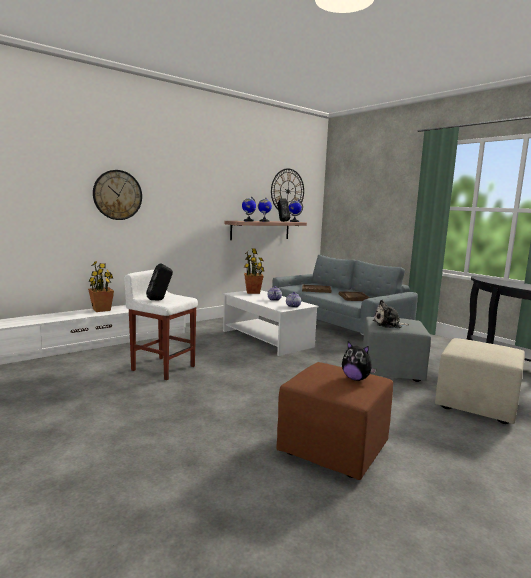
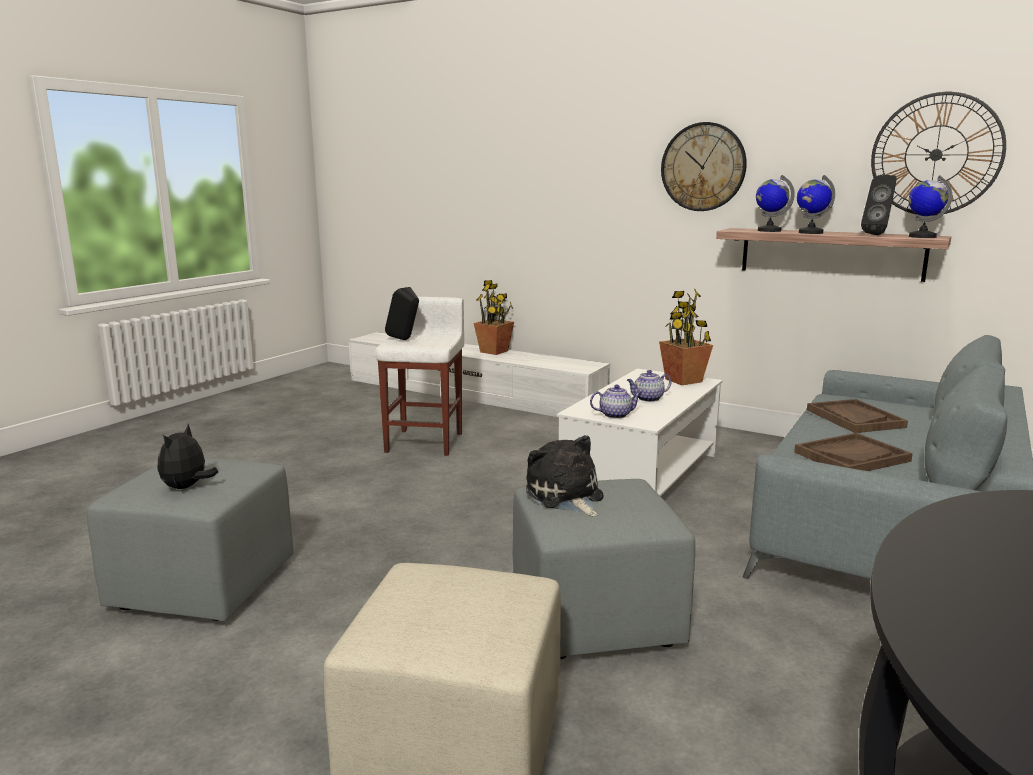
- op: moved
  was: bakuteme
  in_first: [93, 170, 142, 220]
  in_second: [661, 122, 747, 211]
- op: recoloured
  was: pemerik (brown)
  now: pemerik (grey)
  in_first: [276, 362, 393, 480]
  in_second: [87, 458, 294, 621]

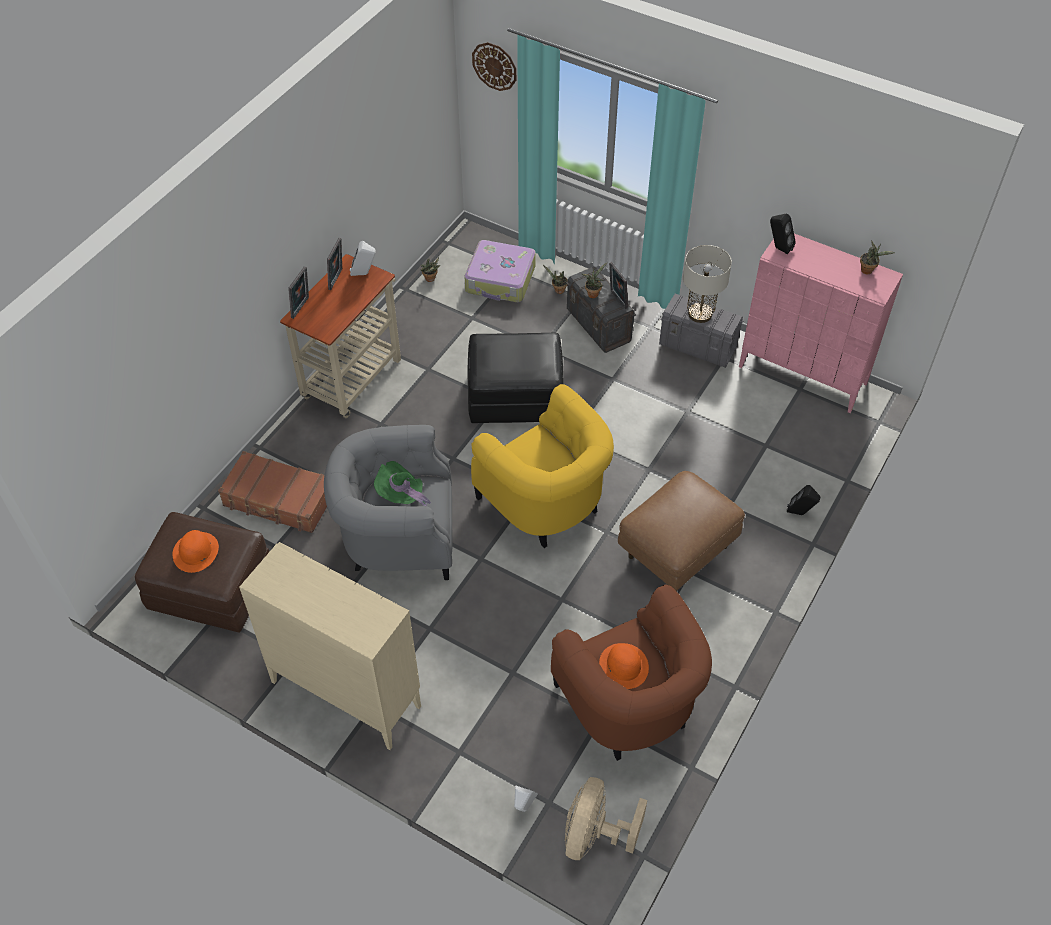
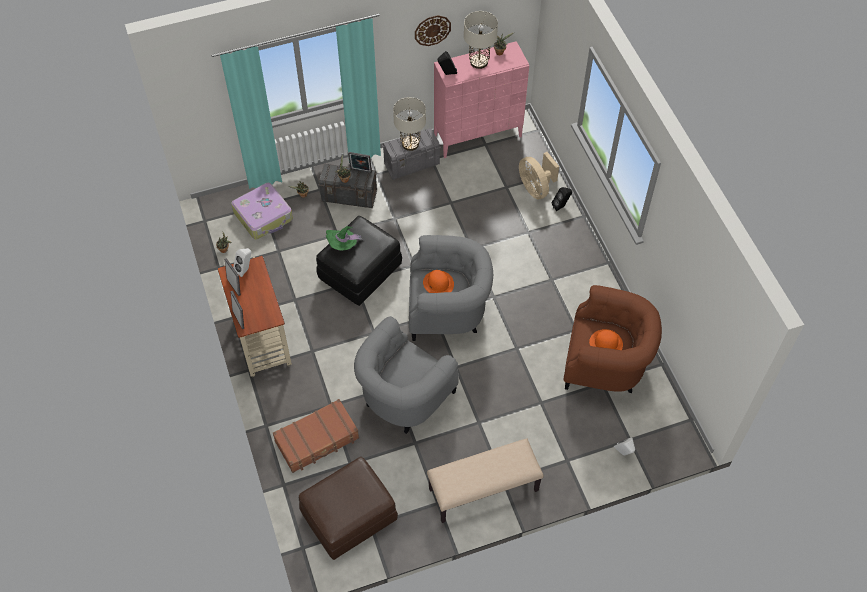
- op: moved
  was: bakuteme
  in_first: [472, 42, 516, 91]
  in_second: [415, 15, 451, 46]
- op: recoloured
  was: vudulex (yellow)
  now: vudulex (grey)
  in_first: [471, 384, 614, 548]
  in_second: [409, 235, 493, 341]
- op: moved
  was: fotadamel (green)
  in_first: [374, 461, 431, 506]
  in_second: [325, 226, 364, 251]
- op: removed
  was: pemerik (brown)
  in_first: [618, 471, 745, 591]
- op: moved
  was: fotadamel (orange)
  in_first: [173, 530, 219, 573]
  in_second: [423, 270, 454, 293]
- op: replaced
  was: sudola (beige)
  now: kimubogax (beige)
  in_first: [239, 542, 421, 750]
  in_second: [427, 438, 543, 523]
- op: moved
  was: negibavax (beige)
  in_first: [565, 777, 647, 860]
  in_second: [519, 152, 559, 199]
- op: added
  now: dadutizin
  in_second: [464, 11, 498, 69]

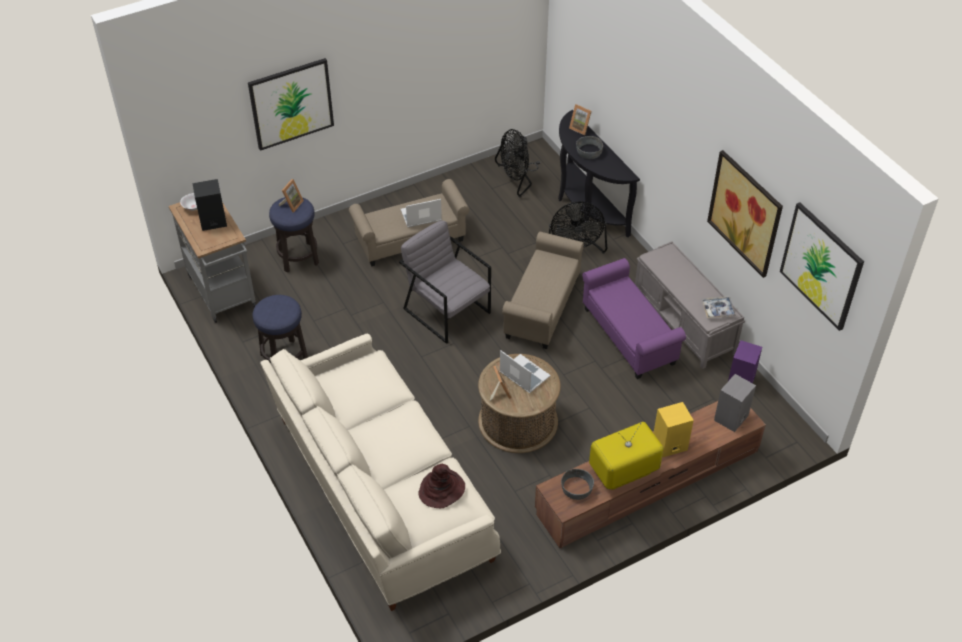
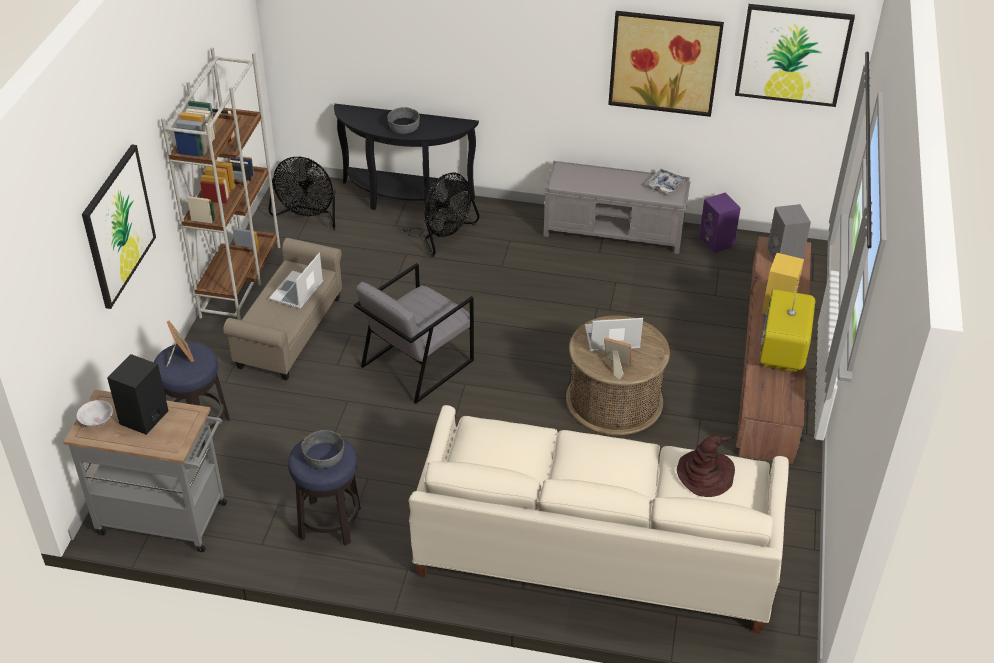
- op: removed
  was: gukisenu
  in_first: [569, 104, 591, 135]
- op: turned
  was: vudulex (grey)
  in_first: [399, 221, 491, 344]
  in_second: [354, 263, 474, 404]
  clockwise: -45
- op: removed
  was: pemerik (beige)
  in_first: [502, 231, 584, 349]
- op: removed
  was: pemerik (purple)
  in_first: [582, 258, 686, 379]
- op: moved
  was: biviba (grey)
  in_first: [561, 469, 594, 500]
  in_second: [301, 430, 344, 469]
- op: added
  now: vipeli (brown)
  in_second: [161, 48, 280, 320]

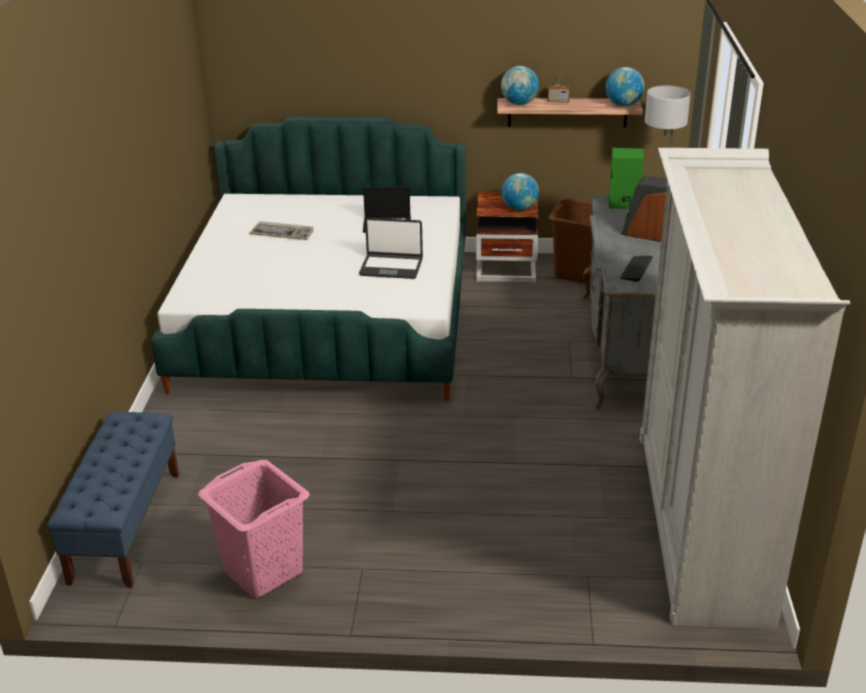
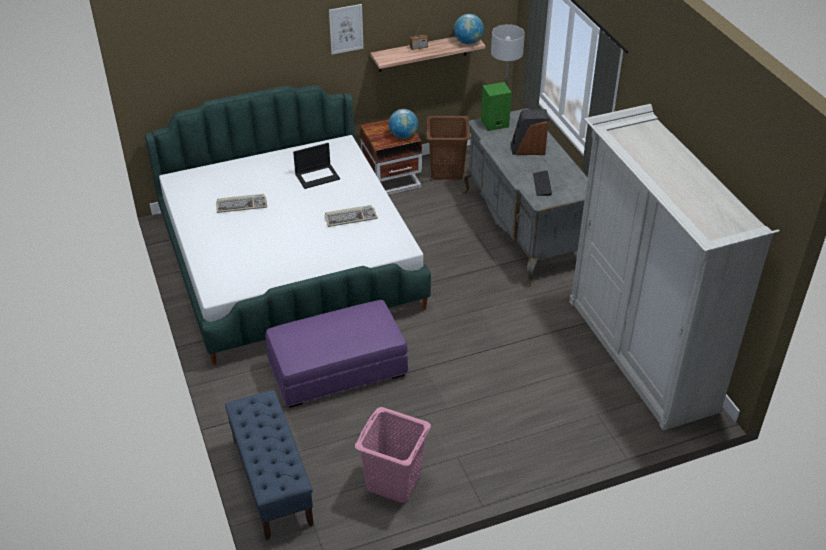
- op: removed
  was: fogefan
  in_first: [501, 66, 539, 105]
- op: replaced
  was: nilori
  now: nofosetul
  in_first: [359, 218, 423, 279]
  in_second: [325, 205, 378, 227]
- op: added
  now: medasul
  in_second: [329, 4, 364, 55]
- op: added
  now: pemerik (purple)
  in_second: [265, 300, 408, 408]

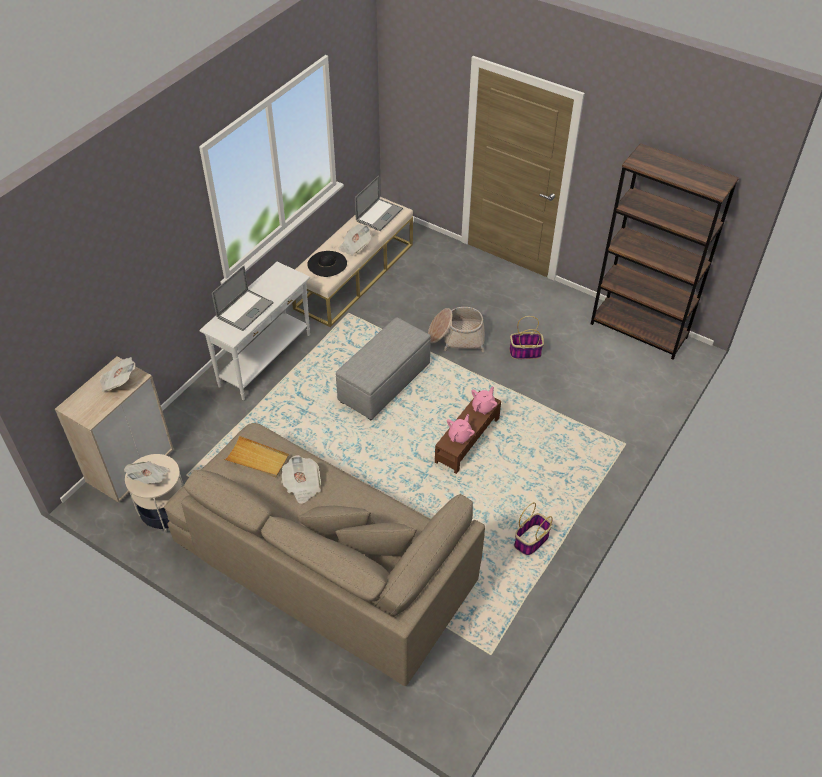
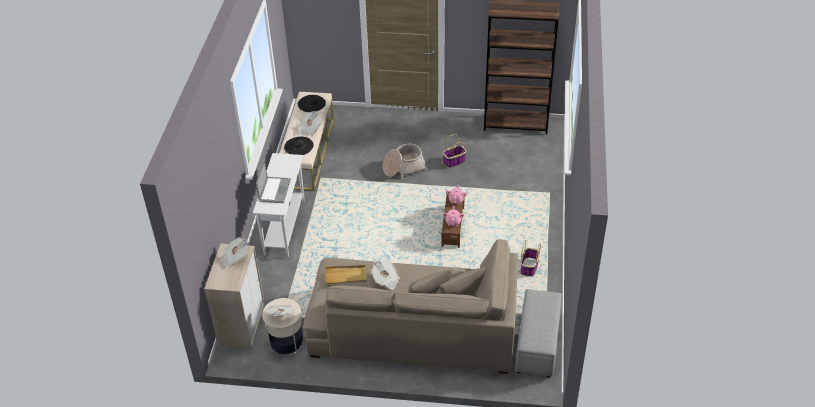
- op: replaced
  was: nilori
  now: fotadamel (black)
  in_first: [355, 176, 403, 231]
  in_second: [298, 95, 326, 112]
- op: moved
  was: pemerik (grey)
  in_first: [336, 317, 431, 420]
  in_second: [515, 289, 562, 378]

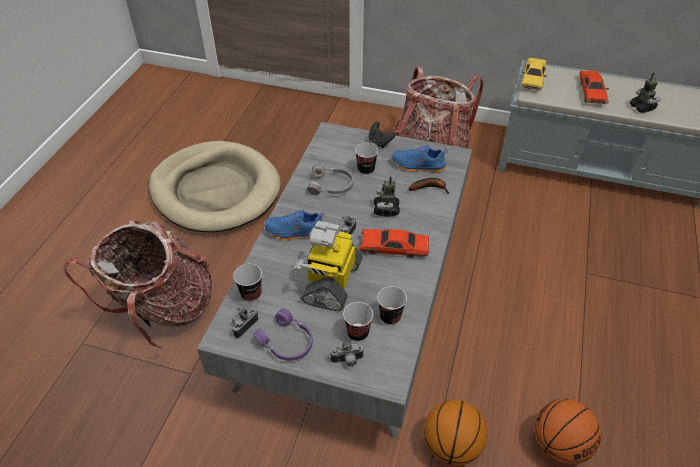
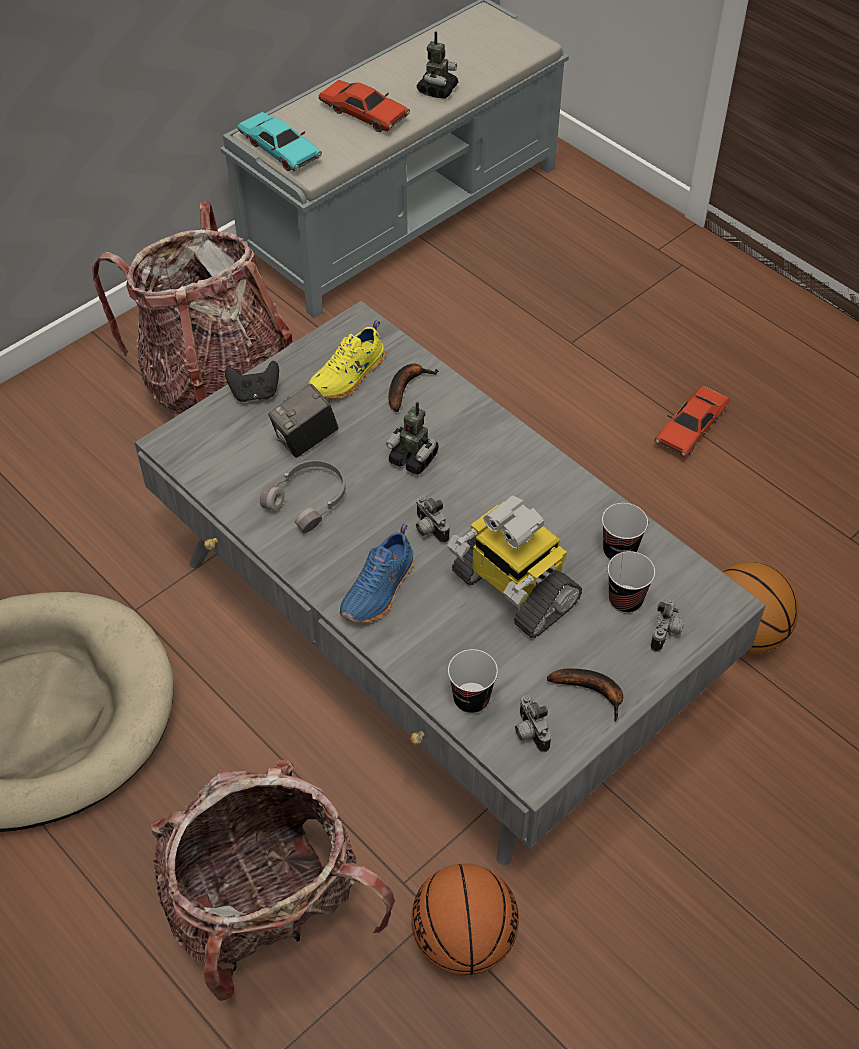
- op: recoloured
  was: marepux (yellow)
  now: marepux (turquoise)
  in_first: [521, 58, 547, 91]
  in_second: [237, 112, 322, 171]
- op: turned
  was: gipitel
  in_first: [630, 73, 661, 113]
  in_second: [417, 31, 458, 99]
  clockwise: 105
- op: replaced
  was: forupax
  now: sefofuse
  in_first: [355, 143, 378, 175]
  in_second: [268, 384, 338, 458]
- op: recoloured
  was: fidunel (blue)
  now: fidunel (yellow)
  in_first: [391, 145, 448, 173]
  in_second: [308, 320, 385, 399]
- op: moved
  was: marepux (red)
  in_first: [360, 226, 429, 258]
  in_second: [654, 385, 730, 458]
- op: replaced
  was: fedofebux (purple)
  now: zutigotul
  in_first: [253, 308, 313, 361]
  in_second: [547, 668, 623, 722]
- op: moved
  was: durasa
  in_first: [535, 399, 601, 465]
  in_second: [411, 863, 519, 976]

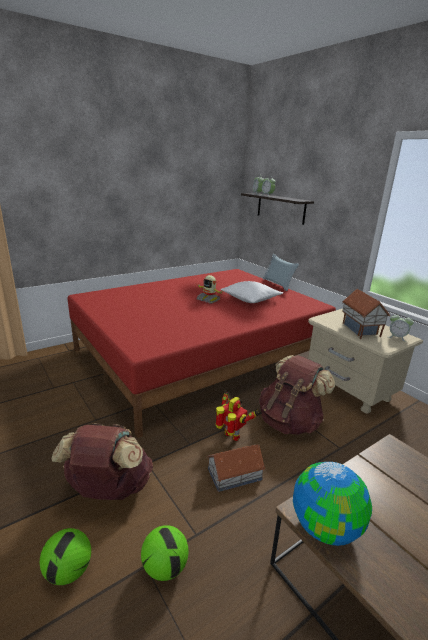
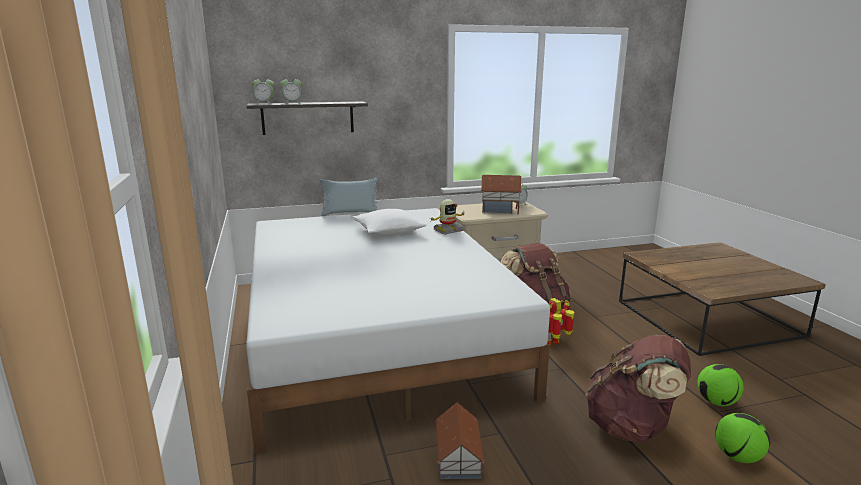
- op: recoloured
  was: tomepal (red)
  now: tomepal (white)
  in_first: [67, 269, 336, 438]
  in_second: [246, 208, 550, 454]
- op: moved
  was: gipitel
  in_first: [196, 275, 224, 303]
  in_second: [431, 199, 464, 234]
- op: moved
  was: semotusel
  in_first: [207, 444, 266, 492]
  in_second: [435, 402, 485, 479]
- op: removed
  was: fogefan
  in_first: [293, 462, 372, 546]

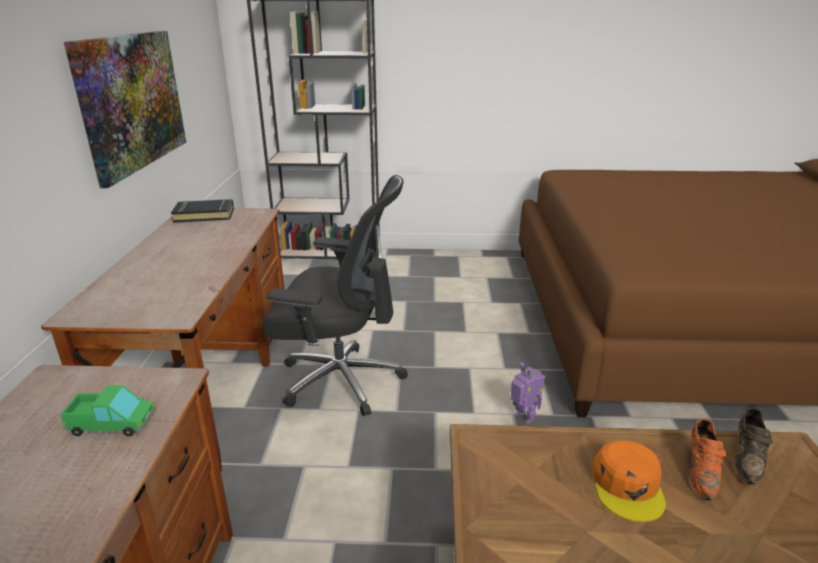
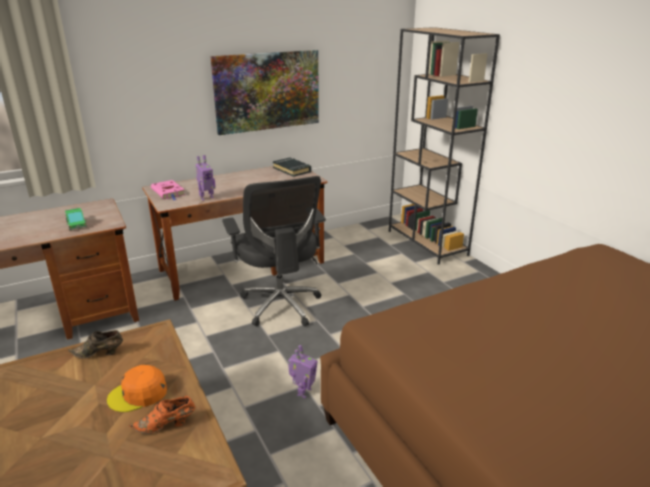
- op: moved
  was: fidunel (brown)
  in_first: [734, 408, 773, 484]
  in_second: [68, 330, 123, 359]
- op: added
  now: gipitel
  in_second: [196, 155, 216, 200]
- op: added
  now: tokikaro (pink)
  in_second: [151, 180, 185, 200]

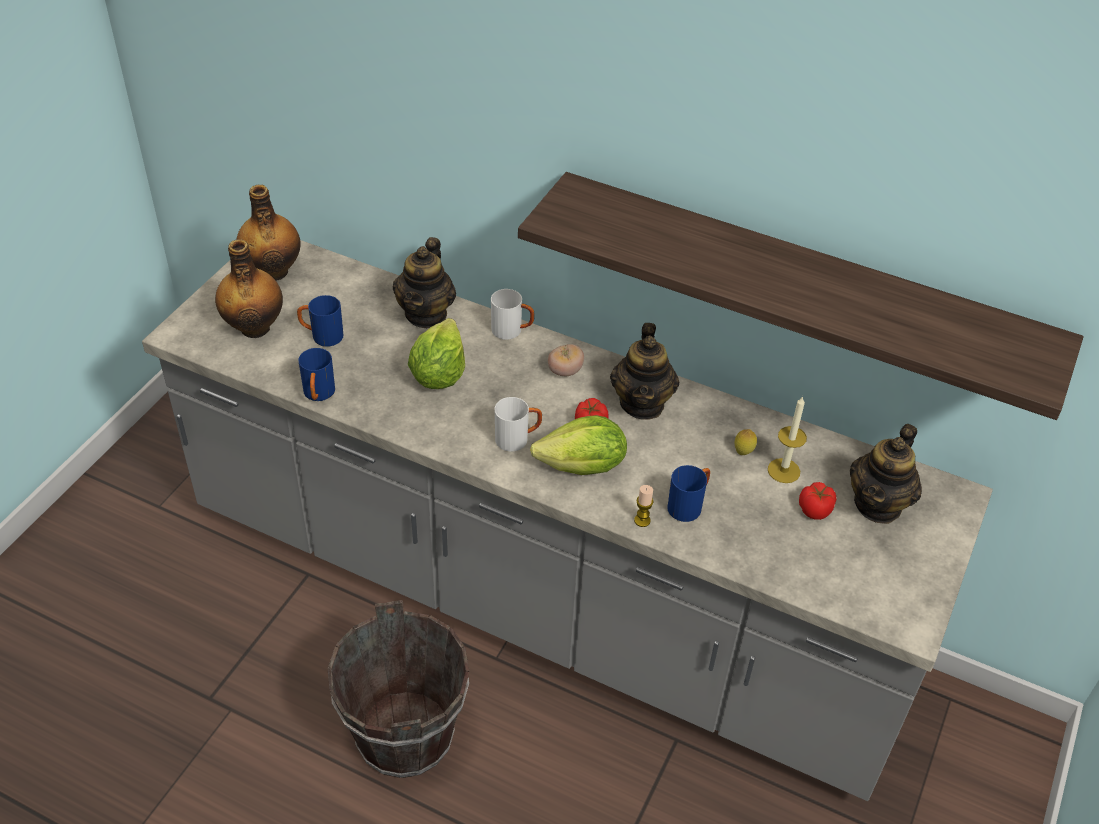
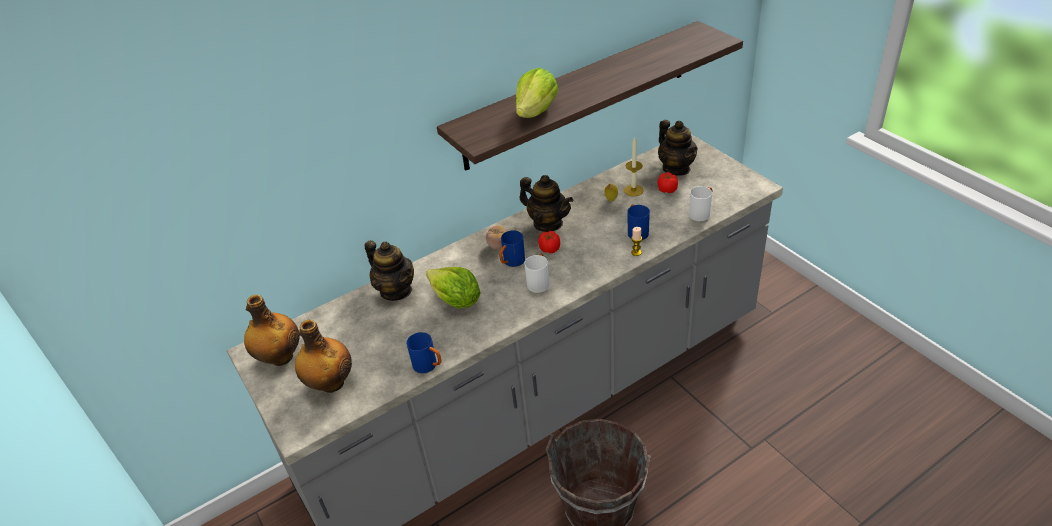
- op: moved
  was: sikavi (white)
  in_first: [491, 289, 535, 340]
  in_second: [689, 186, 712, 221]
- op: moved
  was: sikavi (blue)
  in_first: [297, 295, 343, 347]
  in_second: [499, 230, 525, 267]
- op: moved
  was: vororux
  in_first: [530, 415, 627, 475]
  in_second: [516, 68, 558, 118]

